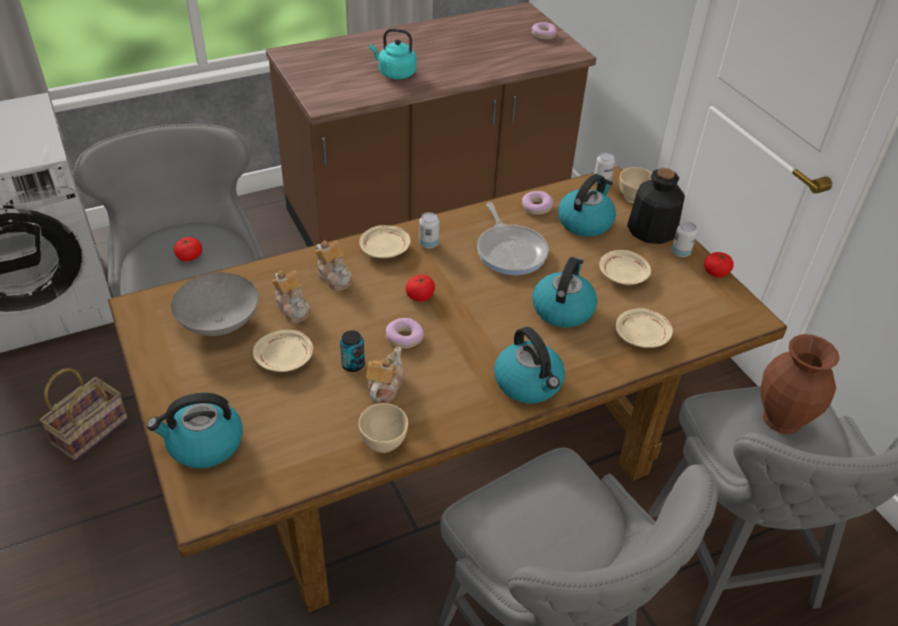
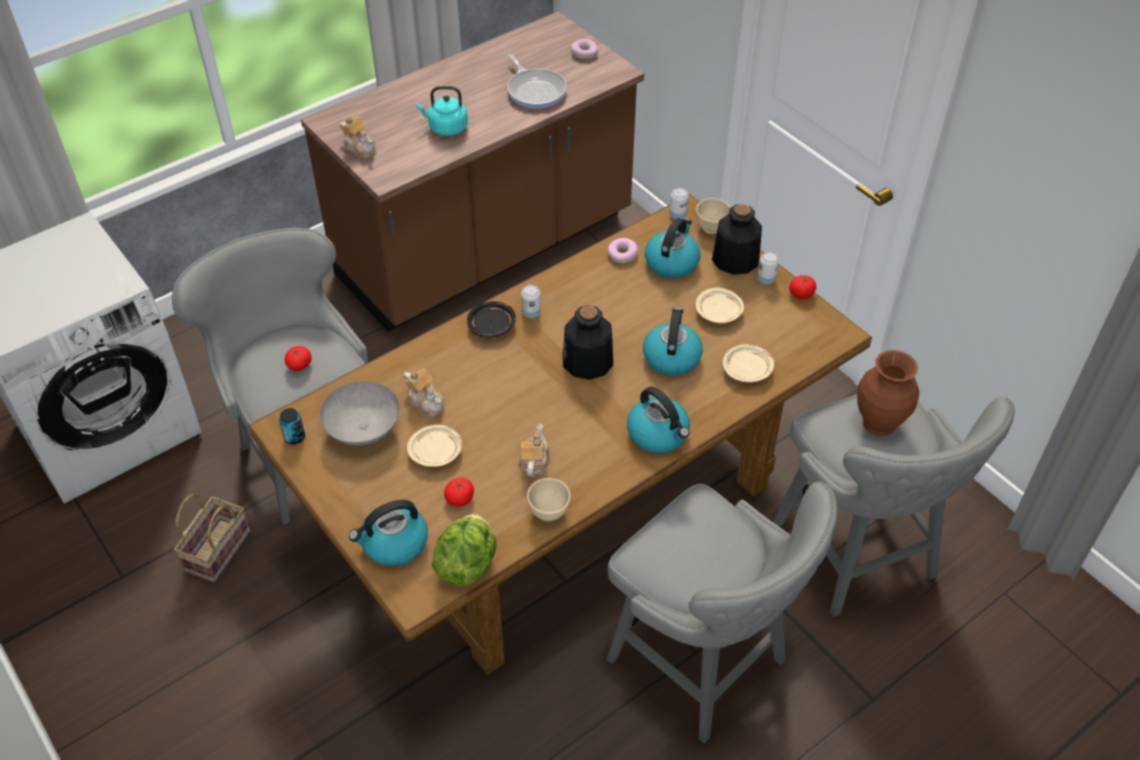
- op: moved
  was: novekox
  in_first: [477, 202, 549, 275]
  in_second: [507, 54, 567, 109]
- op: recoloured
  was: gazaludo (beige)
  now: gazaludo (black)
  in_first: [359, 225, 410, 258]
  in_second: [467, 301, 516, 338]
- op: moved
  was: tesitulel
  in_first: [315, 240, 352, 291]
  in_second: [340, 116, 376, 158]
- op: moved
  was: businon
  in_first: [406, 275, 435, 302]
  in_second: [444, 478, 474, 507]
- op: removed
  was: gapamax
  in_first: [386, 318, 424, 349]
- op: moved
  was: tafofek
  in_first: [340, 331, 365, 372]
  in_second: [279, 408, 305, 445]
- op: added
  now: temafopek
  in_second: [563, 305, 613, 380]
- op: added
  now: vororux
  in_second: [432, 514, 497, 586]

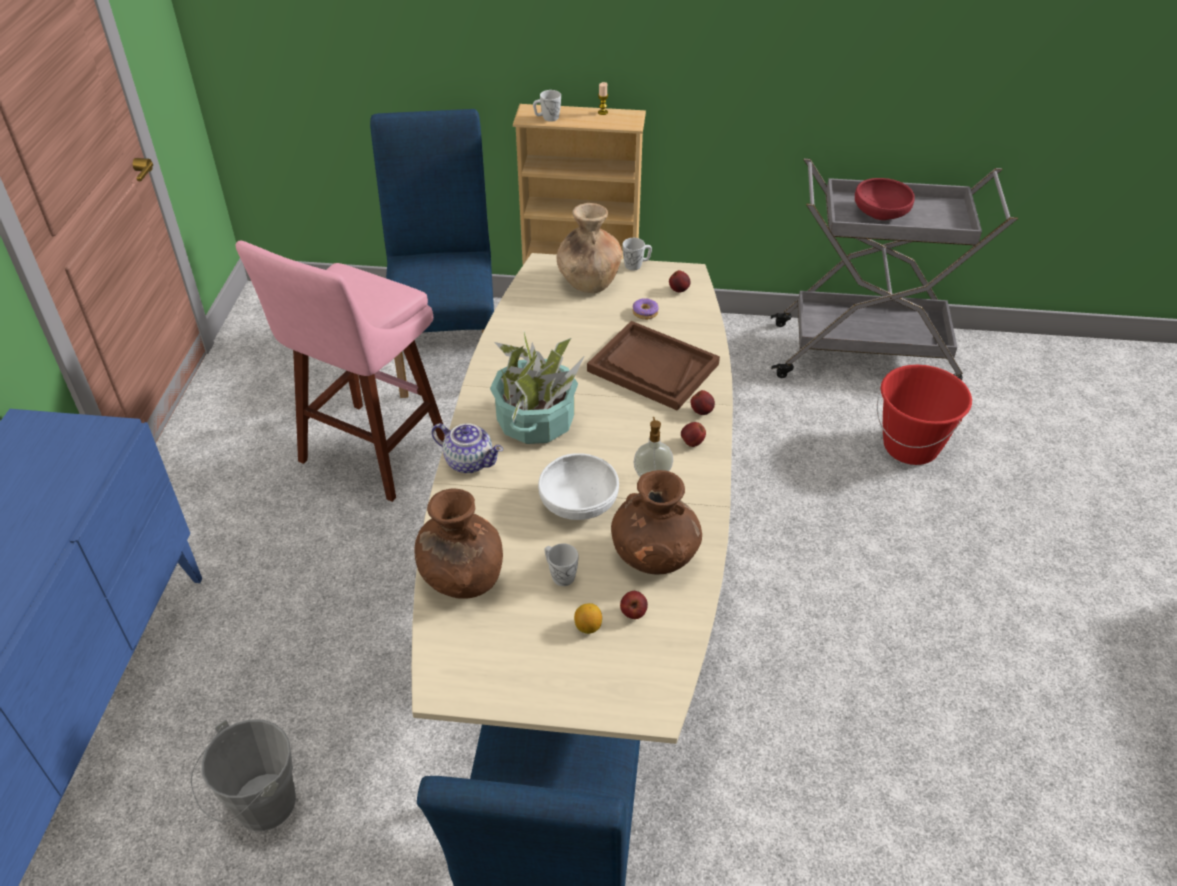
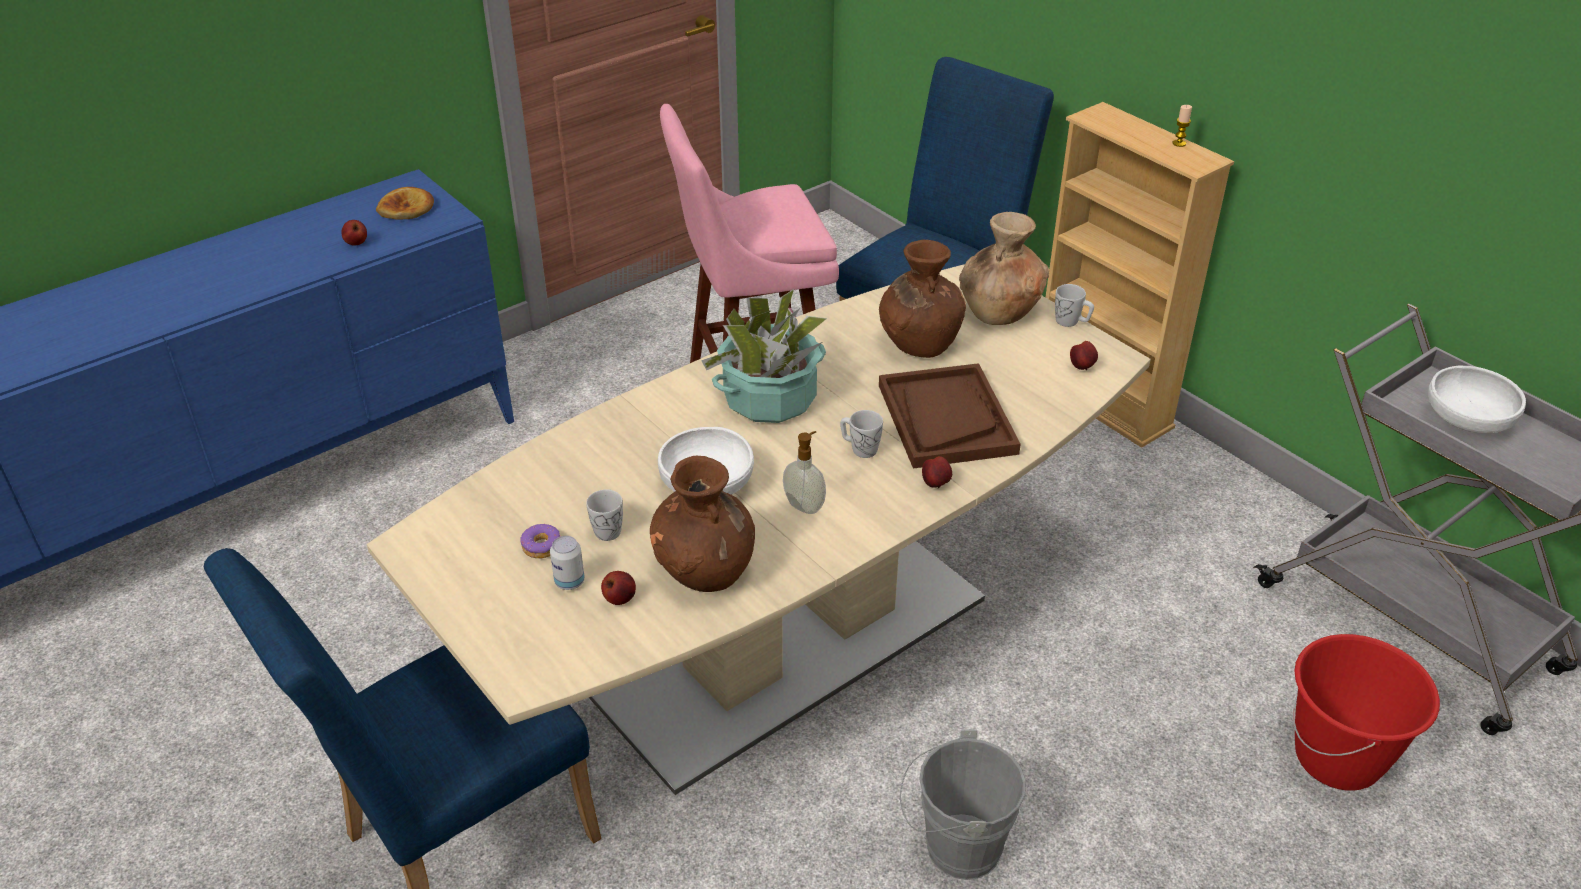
- op: moved
  was: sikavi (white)
  in_first: [533, 90, 561, 122]
  in_second: [840, 410, 883, 458]
- op: recoloured
  was: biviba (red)
  now: biviba (white)
  in_first: [855, 178, 915, 220]
  in_second: [1428, 366, 1526, 433]
- op: moved
  was: gapamax
  in_first: [633, 298, 659, 320]
  in_second: [520, 524, 561, 558]
- op: moved
  was: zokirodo
  in_first: [681, 422, 706, 447]
  in_second: [342, 220, 367, 245]
- op: removed
  was: tesitulel
  in_first: [431, 423, 503, 473]
- op: moved
  was: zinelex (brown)
  in_first: [414, 489, 503, 599]
  in_second: [879, 240, 966, 358]
- op: replaced
  was: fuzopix
  now: tafofek
  in_first: [574, 603, 602, 634]
  in_second: [550, 536, 585, 590]
- op: moved
  was: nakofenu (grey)
  in_first: [191, 719, 296, 831]
  in_second: [900, 729, 1026, 880]
- op: added
  now: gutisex
  in_second: [376, 187, 434, 219]

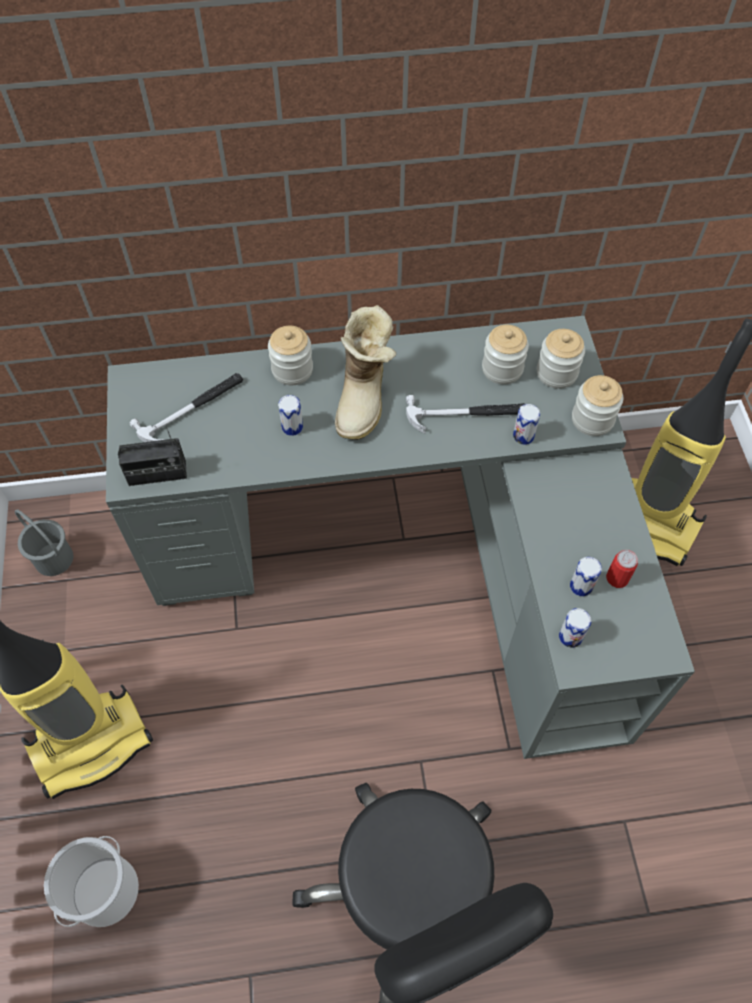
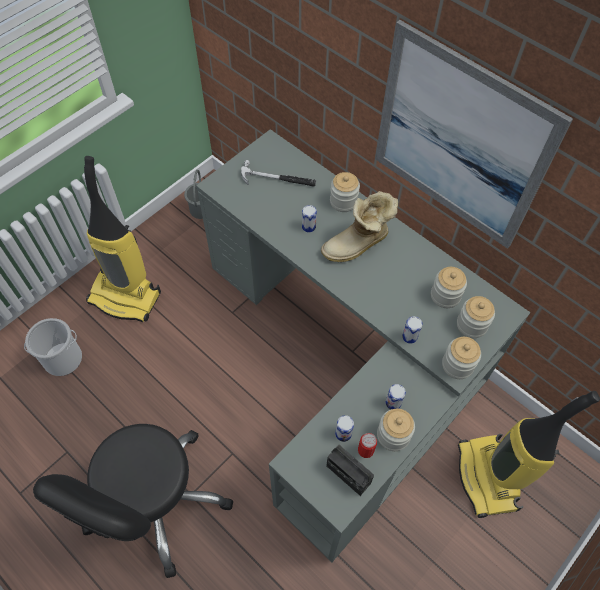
- op: removed
  was: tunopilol
  in_first: [406, 395, 525, 434]
- op: moved
  was: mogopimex
  in_first: [118, 426, 187, 486]
  in_second: [326, 445, 374, 496]
- op: moved
  was: tafofek
  in_first: [559, 608, 592, 648]
  in_second: [385, 384, 406, 410]
- op: added
  now: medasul
  in_second: [375, 20, 573, 249]
- op: added
  now: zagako
  in_second: [377, 409, 415, 451]

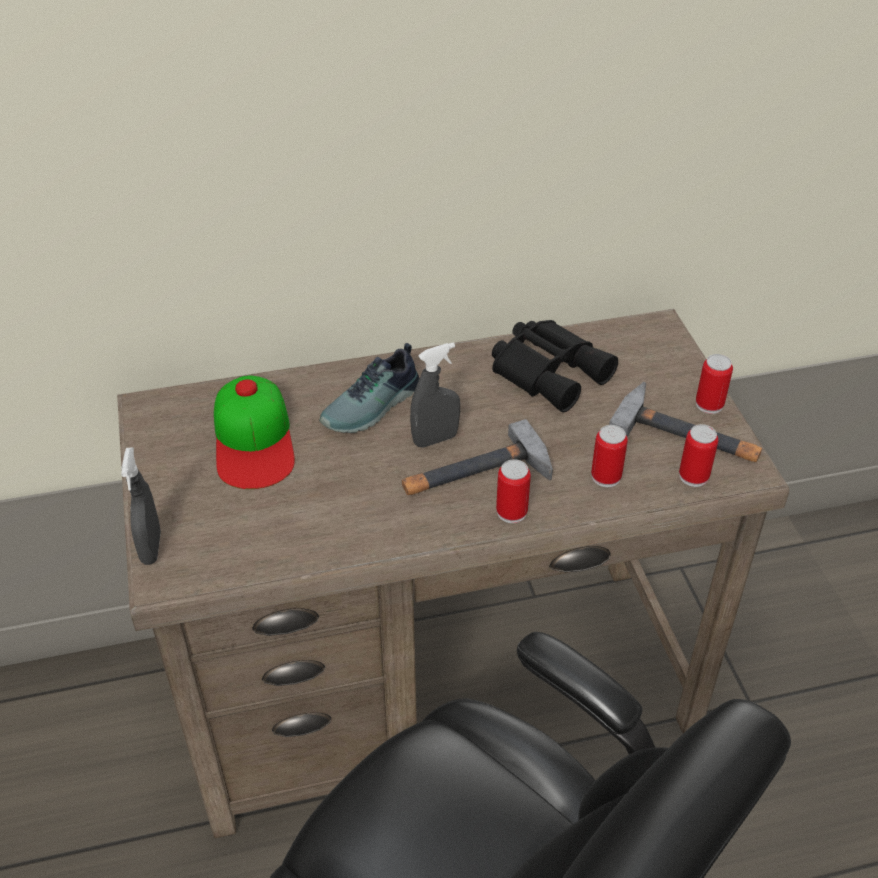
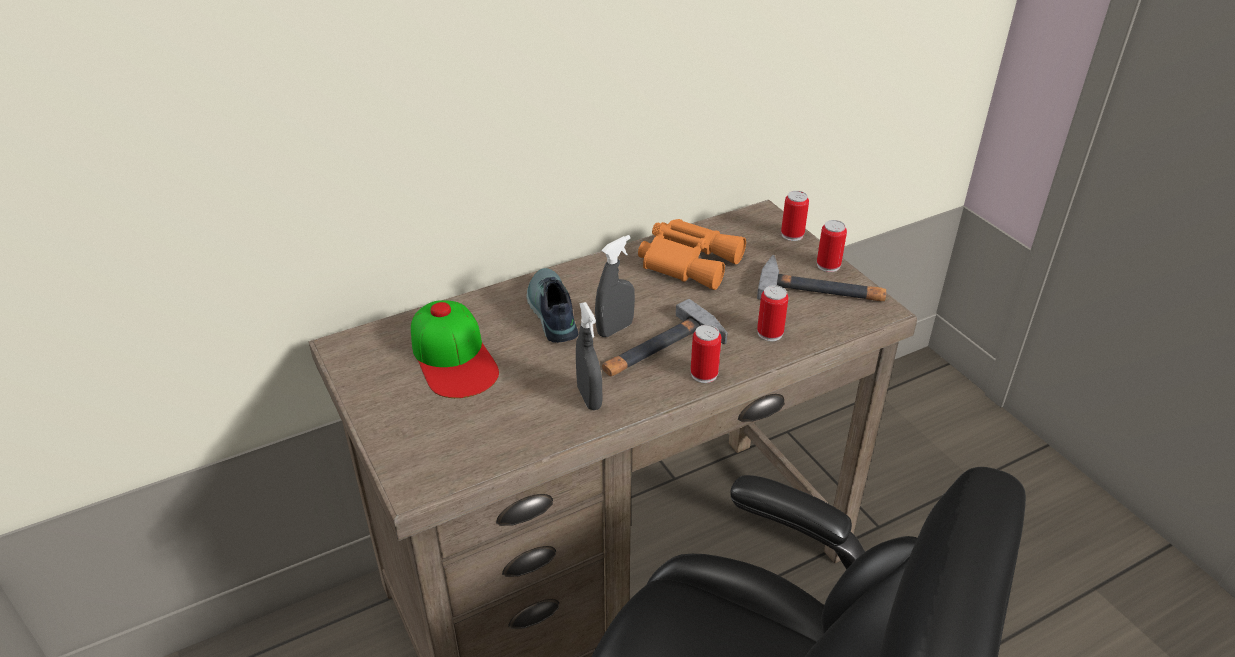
- op: recoloured
  was: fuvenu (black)
  now: fuvenu (orange)
  in_first: [492, 320, 618, 412]
  in_second: [638, 219, 746, 290]
- op: turned
  was: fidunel
  in_first: [319, 343, 420, 433]
  in_second: [526, 268, 578, 343]
  clockwise: 135
- op: moved
  was: tafofek
  in_first: [679, 424, 718, 487]
  in_second: [781, 191, 809, 241]
- op: moved
  was: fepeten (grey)
  in_first: [121, 447, 161, 565]
  in_second: [576, 302, 602, 410]

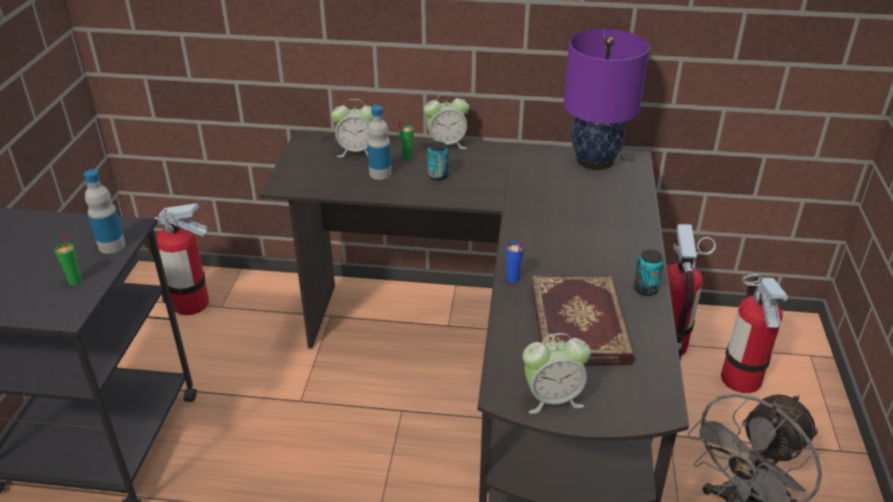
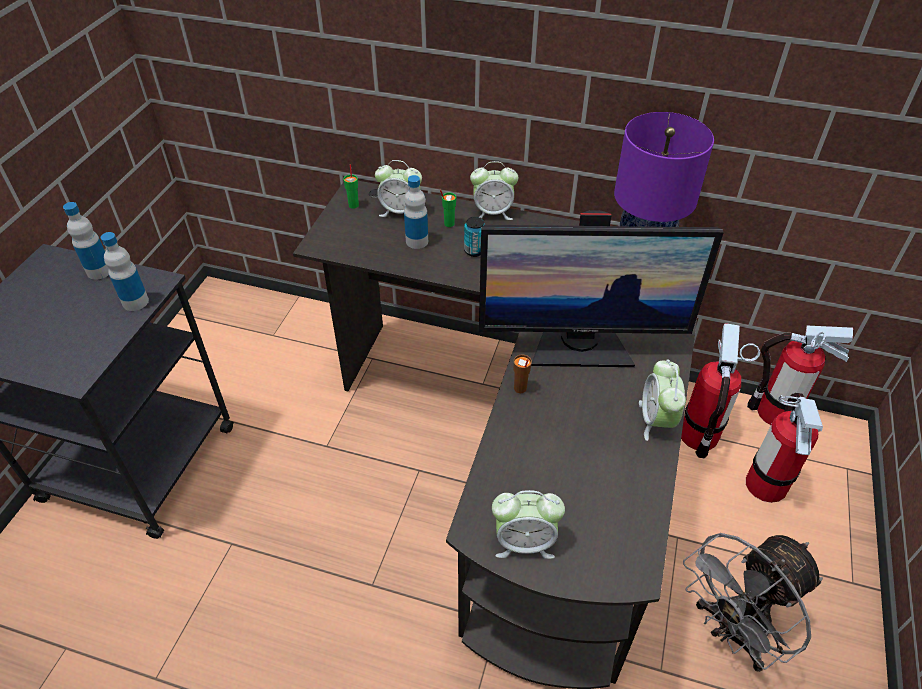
- op: moved
  was: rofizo
  in_first: [144, 203, 209, 315]
  in_second: [747, 325, 853, 425]
- op: moved
  was: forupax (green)
  in_first: [55, 231, 82, 285]
  in_second: [343, 164, 359, 209]
- op: recoloured
  was: forupax (blue)
  now: forupax (brown)
  in_first: [506, 242, 524, 283]
  in_second: [514, 355, 532, 393]
- op: replaced
  was: tafofek
  now: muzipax
  in_first: [634, 250, 664, 296]
  in_second: [639, 359, 686, 441]
- op: removed
  was: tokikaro
  in_first: [531, 275, 635, 366]
- op: added
  now: temafopek
  in_second: [63, 202, 109, 280]
- op: added
  now: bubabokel
  in_second: [479, 211, 724, 367]

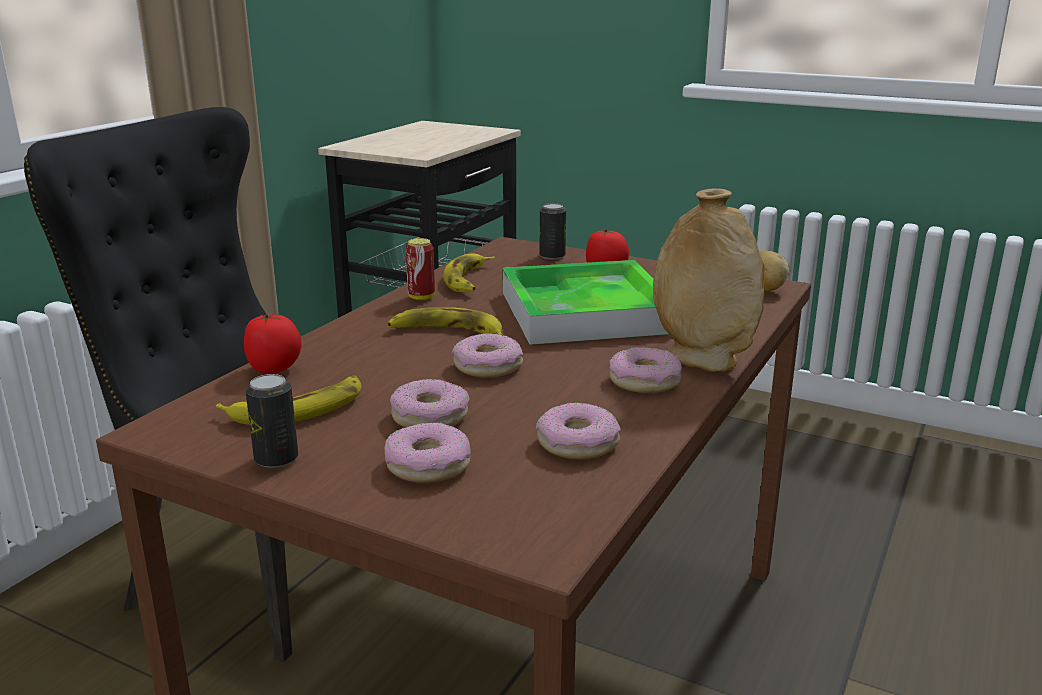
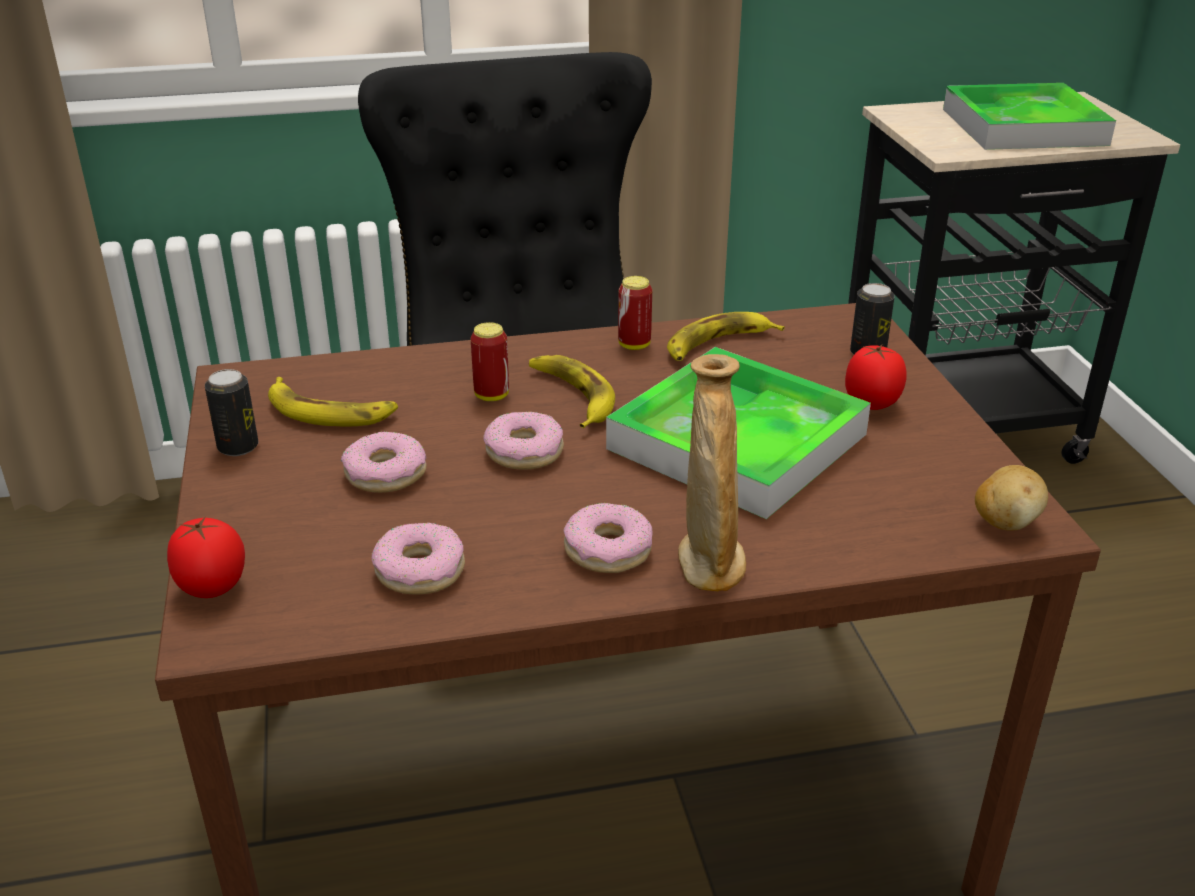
- op: moved
  was: businon
  in_first: [244, 314, 301, 374]
  in_second: [167, 516, 245, 598]
- op: removed
  was: gapamax
  in_first: [385, 422, 471, 483]
- op: added
  now: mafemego
  in_second: [943, 83, 1116, 150]
- op: added
  now: tafofek
  in_second: [471, 322, 509, 401]

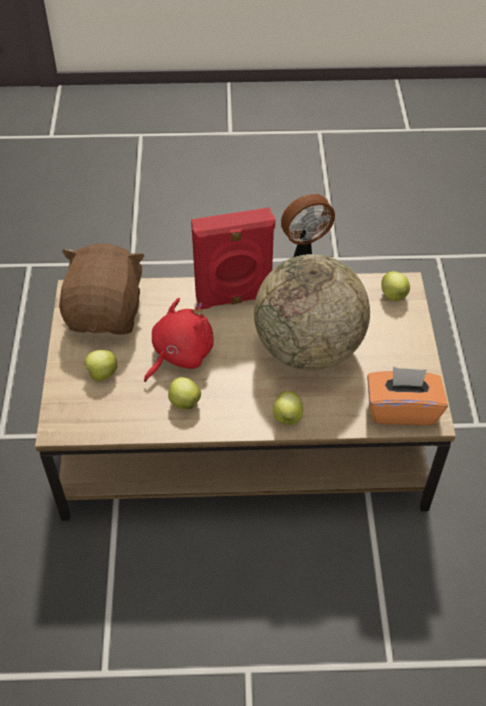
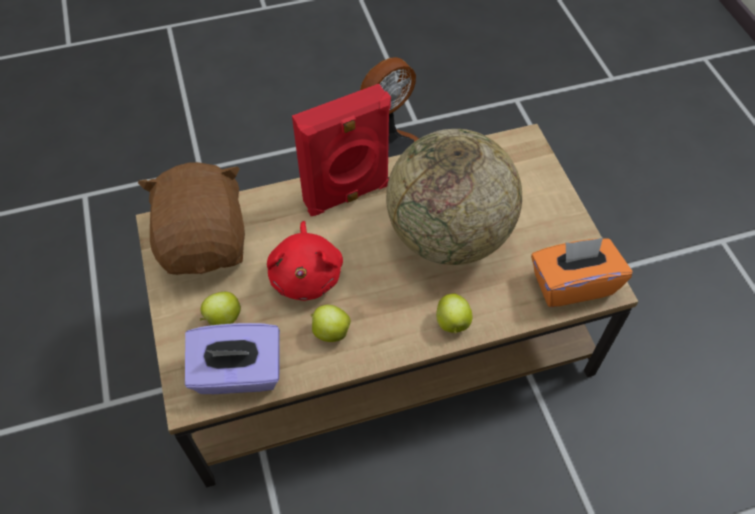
- op: removed
  was: zokirodo
  in_first: [381, 271, 410, 301]
- op: turned
  was: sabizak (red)
  in_first: [144, 298, 214, 382]
  in_second: [267, 221, 343, 301]
  clockwise: 150
- op: added
  now: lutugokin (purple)
  in_second: [185, 323, 280, 394]

